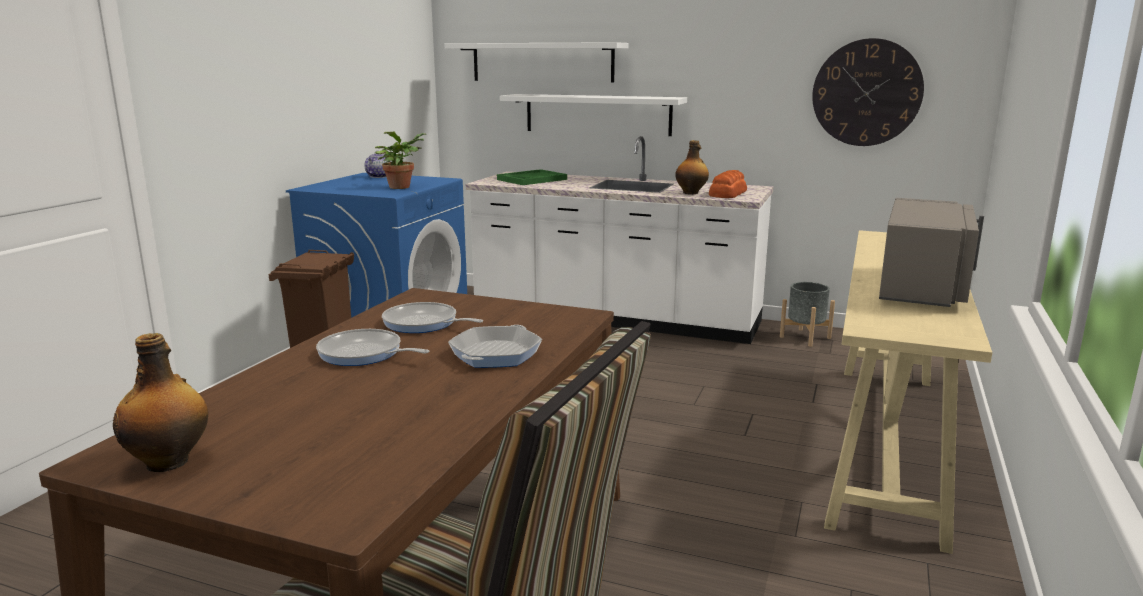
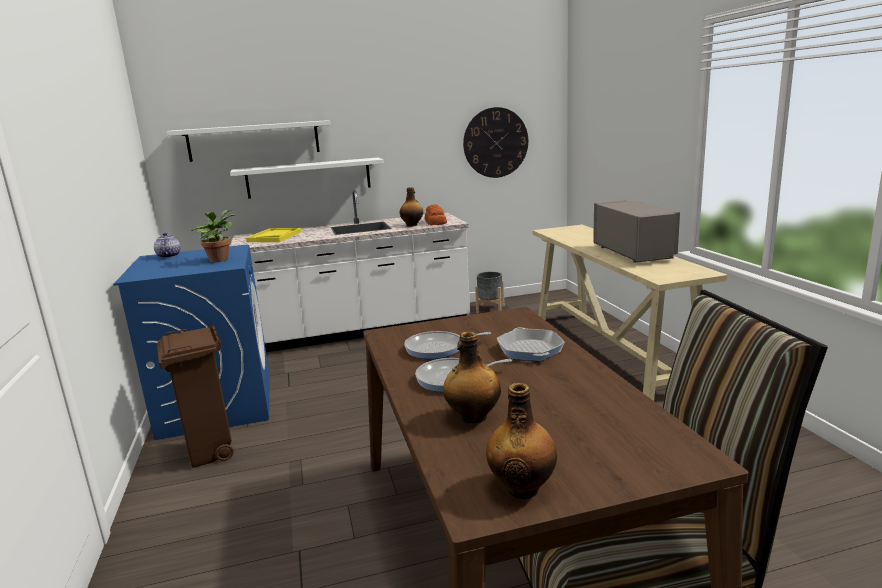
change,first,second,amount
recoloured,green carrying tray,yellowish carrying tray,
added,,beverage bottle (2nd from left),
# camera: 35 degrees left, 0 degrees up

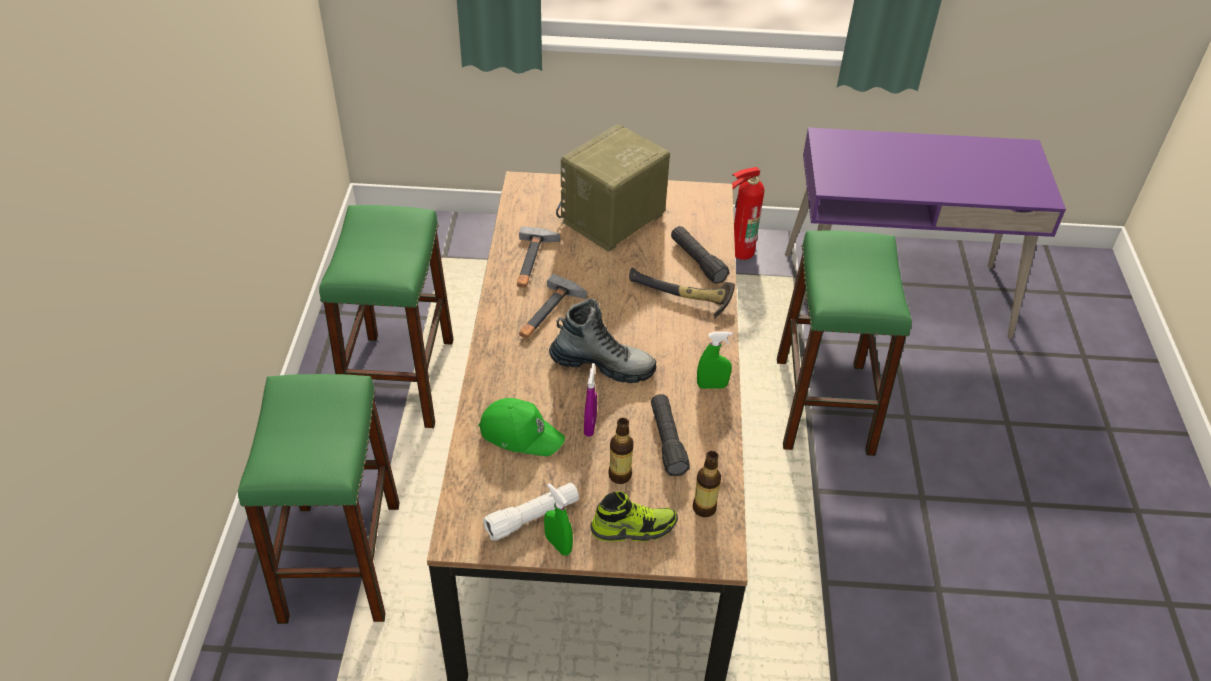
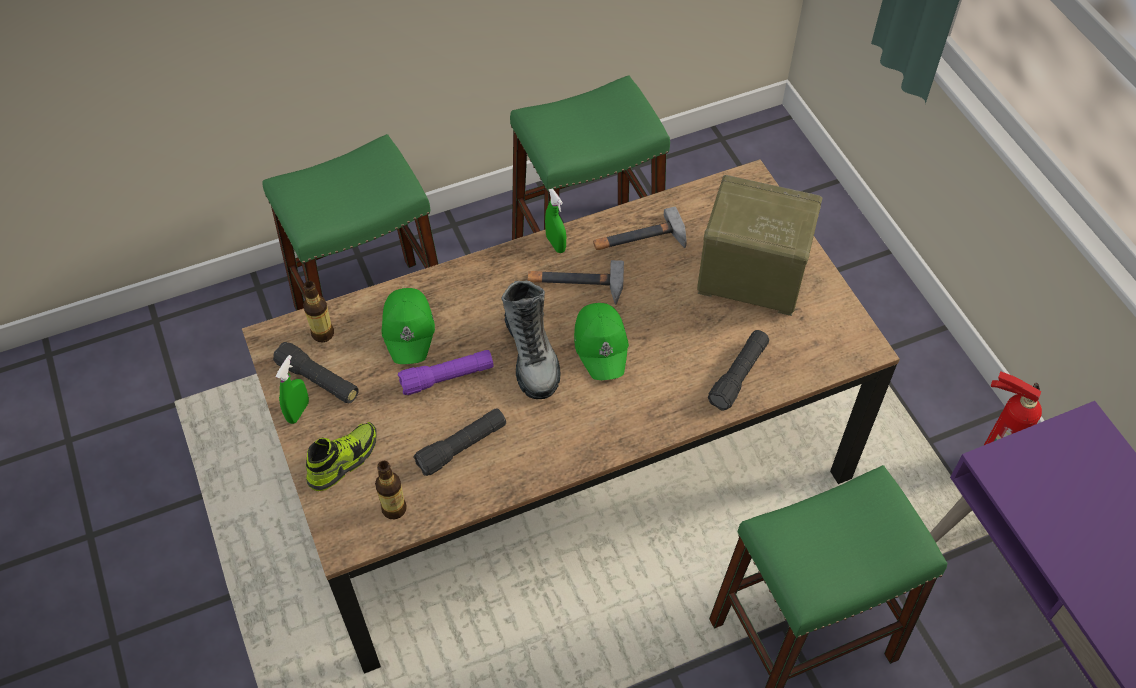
change,first,second,amount
recoloured,white-coloured flashlight,black flashlight (1st from left),
replaced,purplish spray bottle,purplish flashlight,
turned,low shoe,,105 degrees counterclockwise
moved,beverage bottle (1st from left),,
removed,hand hammer (3rd from left),,
moved,green spray bottle (2nd from left),,
added,,green peaked cap (2nd from left),
# camera: 65 degrees right, 10 degrees up

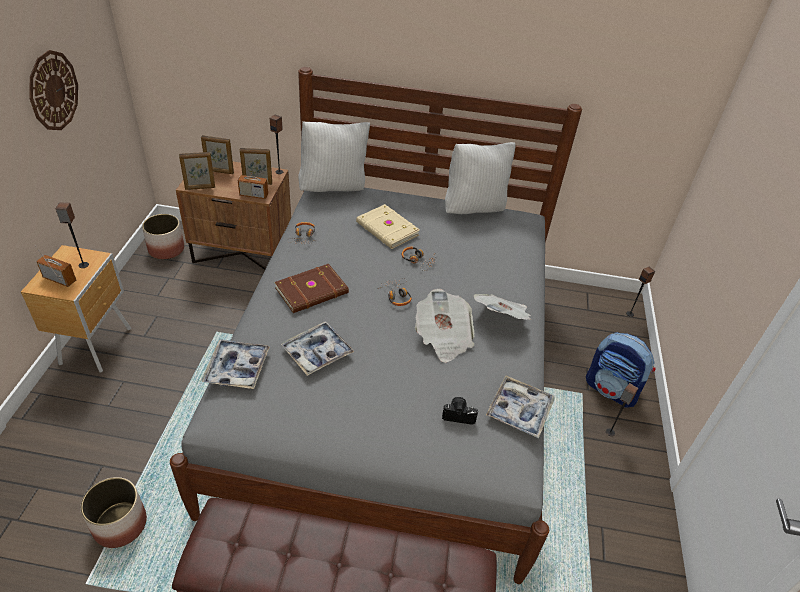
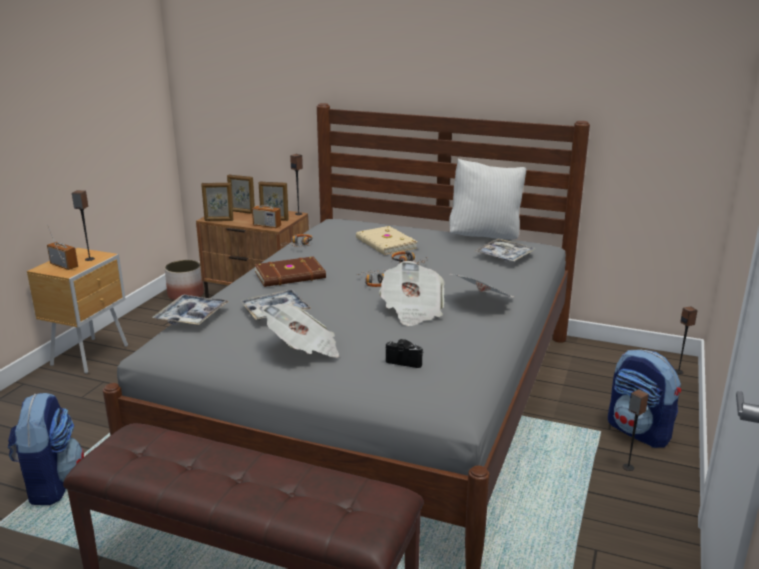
change,first,second,amount
removed,hanging clock,,
replaced,plant pot (1st from left),rucksack (1st from left),
removed,white-coloured pillow (1st from left),,
moved,carrying tray (3rd from left),,
added,,newspaper (1st from left),
# camera: 15 degrees right, 20 degrees down

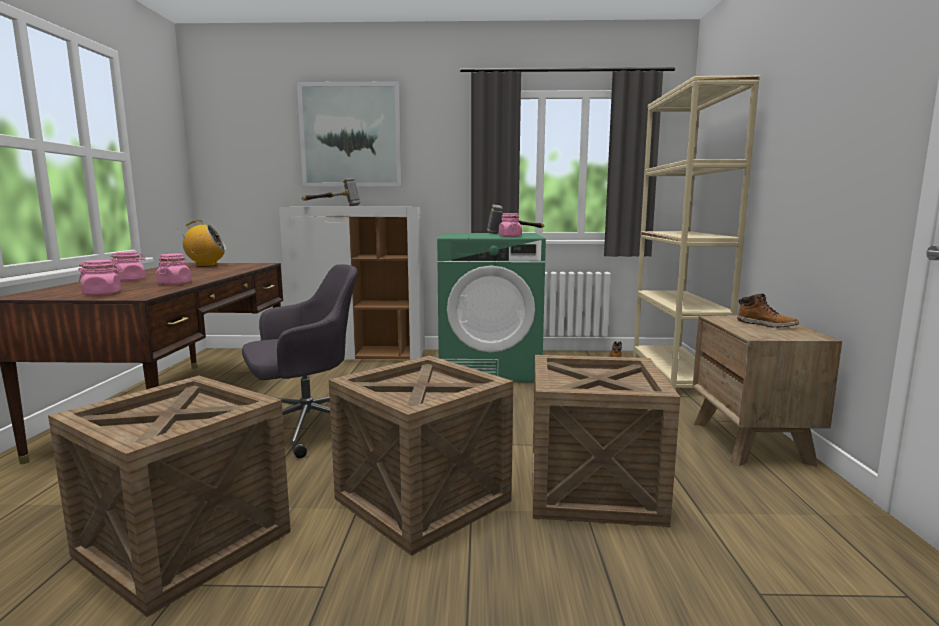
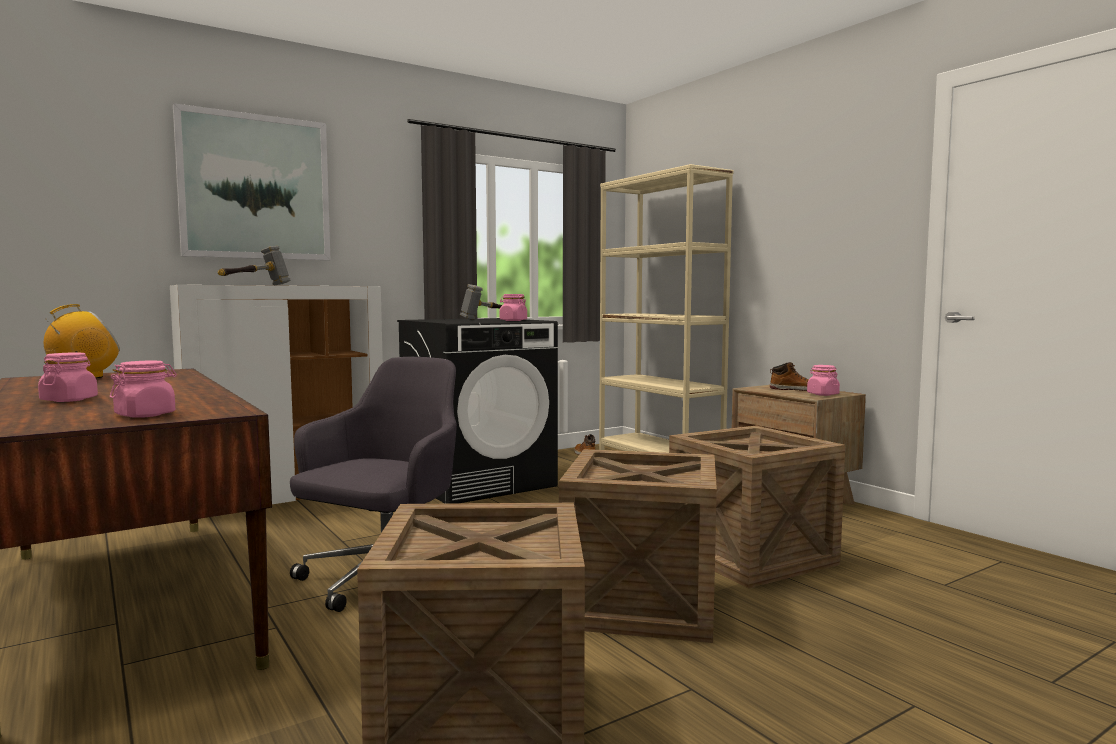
change,first,second,amount
moved,pink preserve jar (3rd from left in the first image),pink preserve jar (4th from left),
recoloured,green laundry machine,black laundry machine,
# camera: 35 degrees left, 5 degrees down

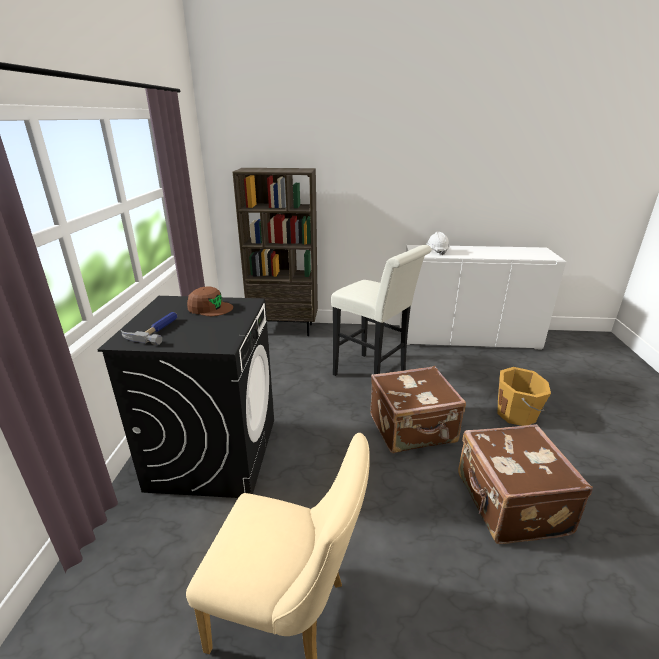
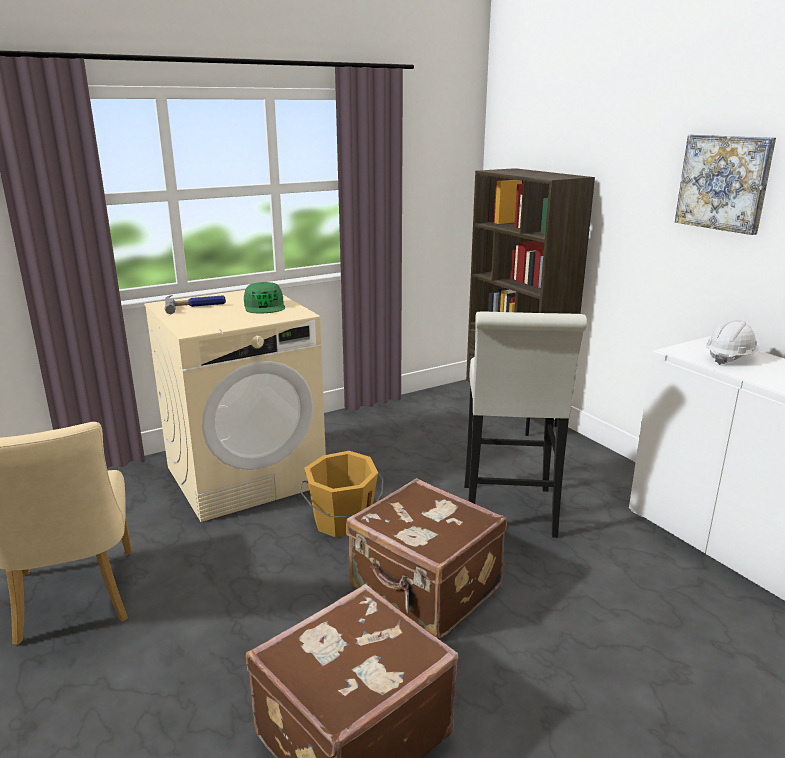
change,first,second,amount
recoloured,black laundry machine,beige-coloured laundry machine,
recoloured,brownish peaked cap,green peaked cap,
moved,orangey bucket,,
added,,picture,
# camera: 55 degrees right, 5 degrees down

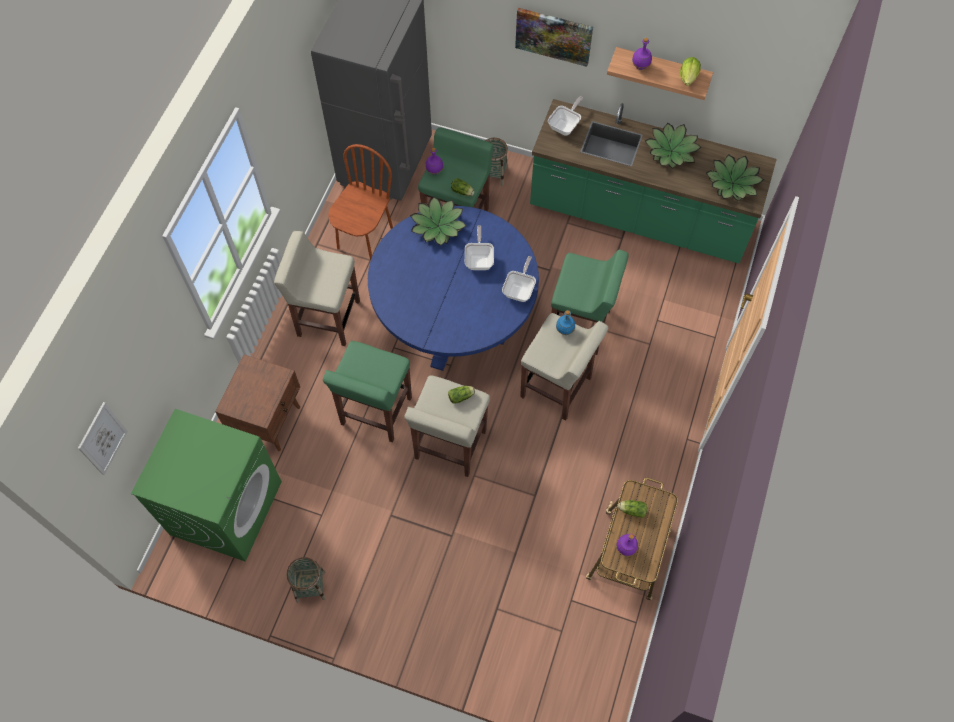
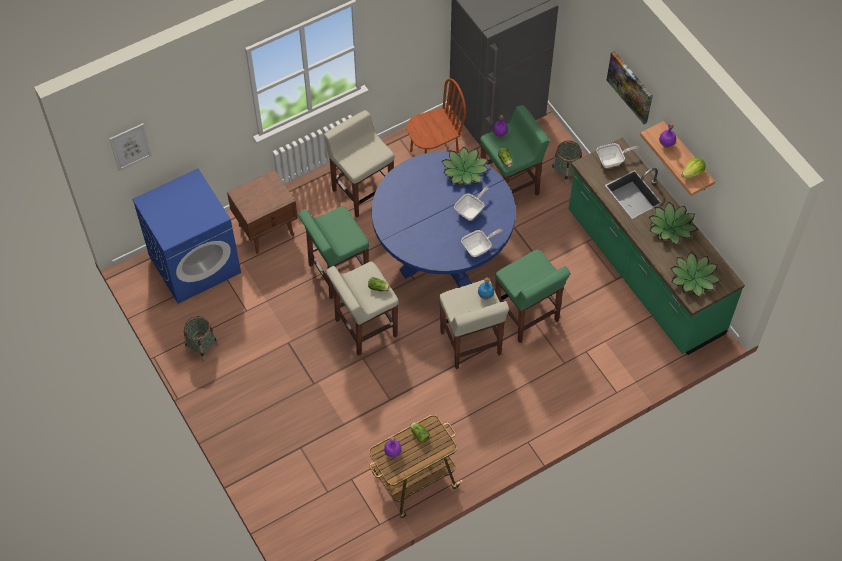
change,first,second,amount
recoloured,green laundry machine,blue-coloured laundry machine,
# camera: 40 degrees right, 5 degrees down

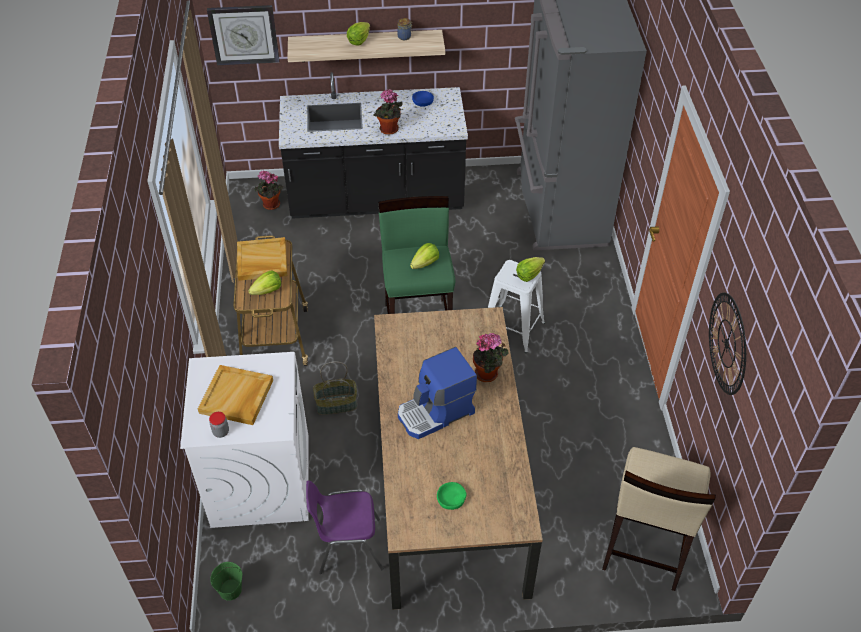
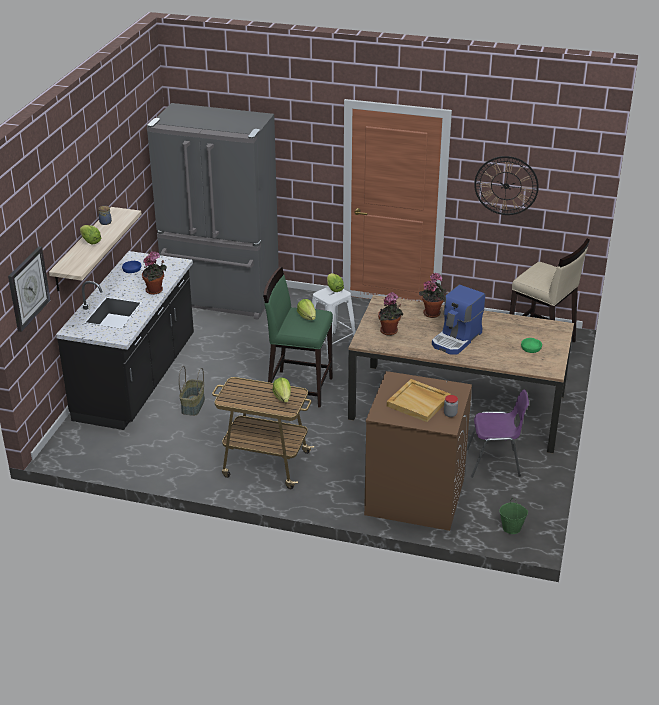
change,first,second,amount
recoloured,white-coloured laundry machine,brownish laundry machine,
removed,beige-coloured carrying tray (2nd from left),,
moved,potted plant (1st from left in the first image),potted plant (2nd from left),
turned,purplish plain chair,,105 degrees counterclockwise
moved,basket,,
turned,coffee maker,,45 degrees clockwise
# camera: 70 degrees left, 15 degrees down

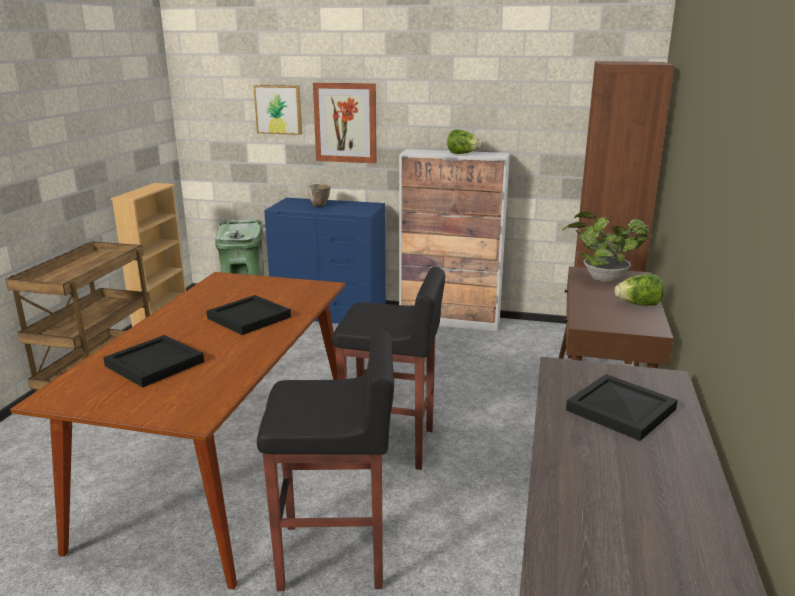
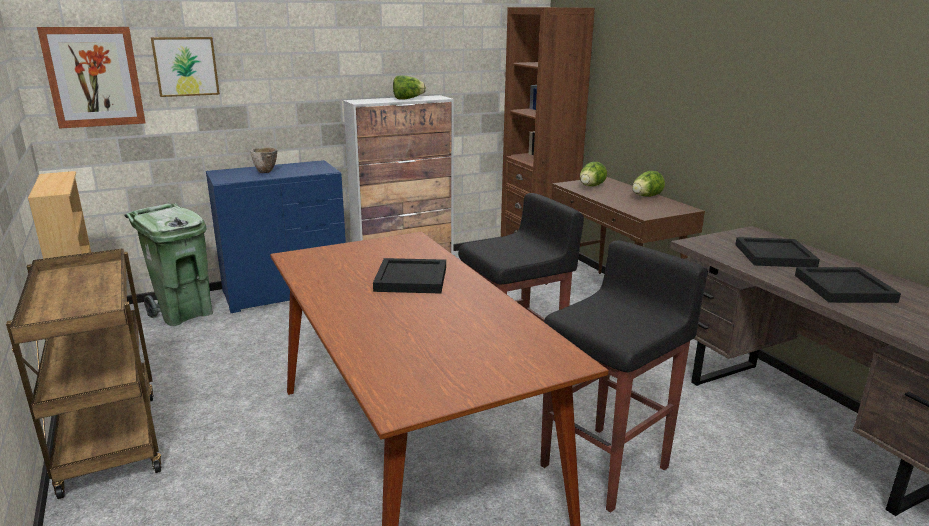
change,first,second,amount
moved,black carrying tray (1st from left in the first image),black carrying tray (3rd from left),
moved,picture (2nd from left in the first image),picture (1st from left),
replaced,potted plant,head of lettuce (2nd from left),
# camera: 40 degrees left, 0 degrees up

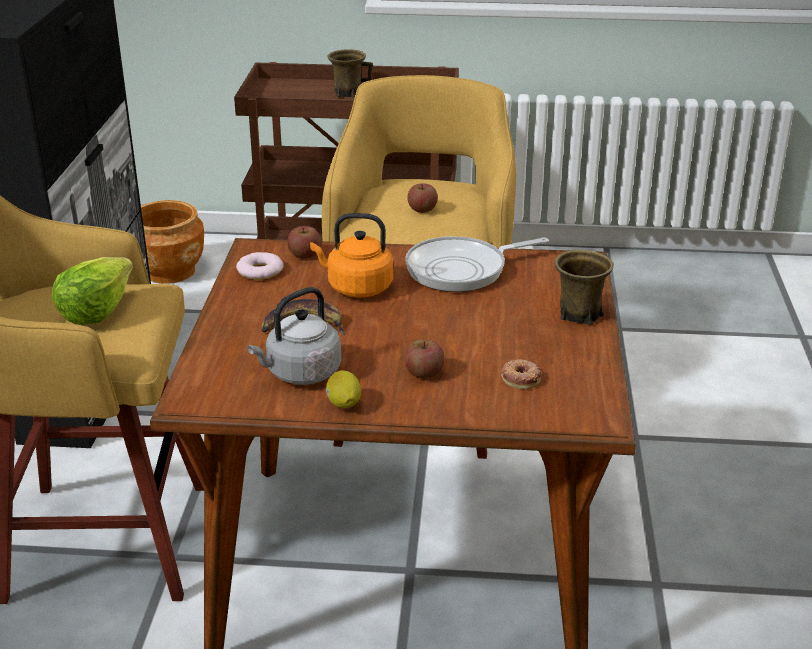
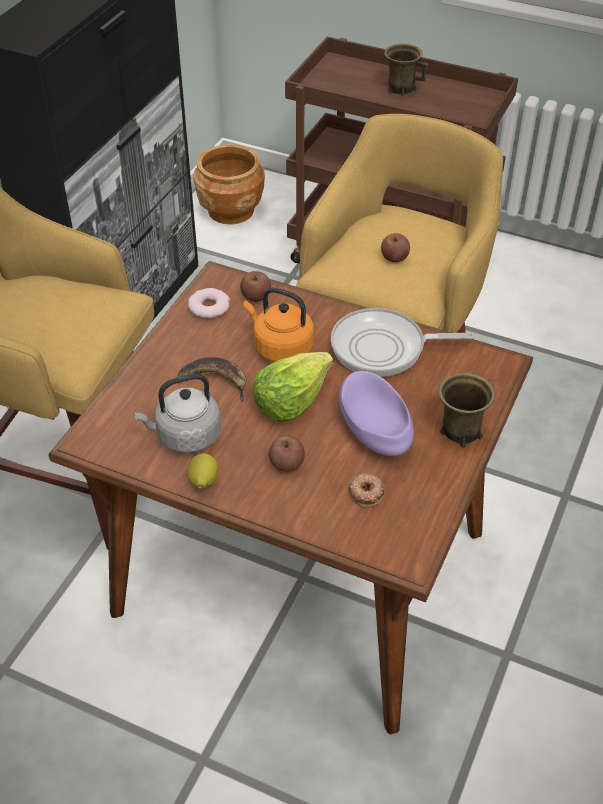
change,first,second,amount
moved,head of lettuce,,
added,,purplish deep dish,
# camera: 20 degrees right, 15 degrees up

